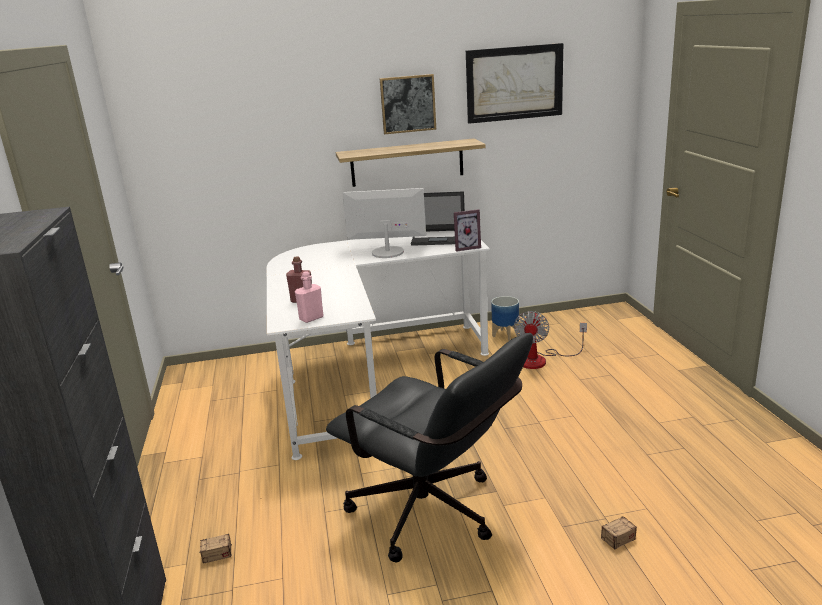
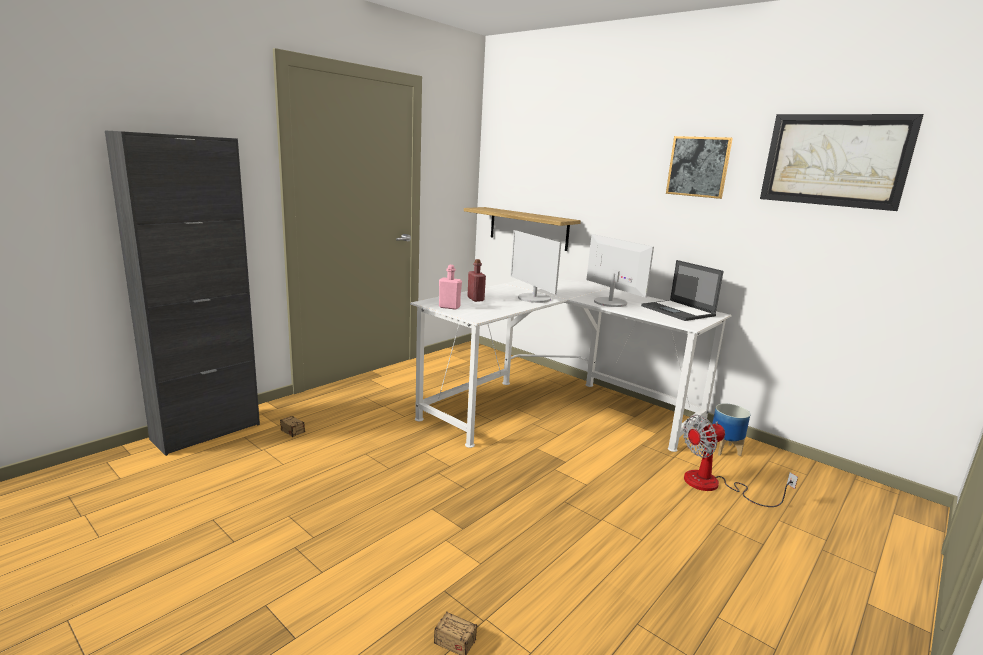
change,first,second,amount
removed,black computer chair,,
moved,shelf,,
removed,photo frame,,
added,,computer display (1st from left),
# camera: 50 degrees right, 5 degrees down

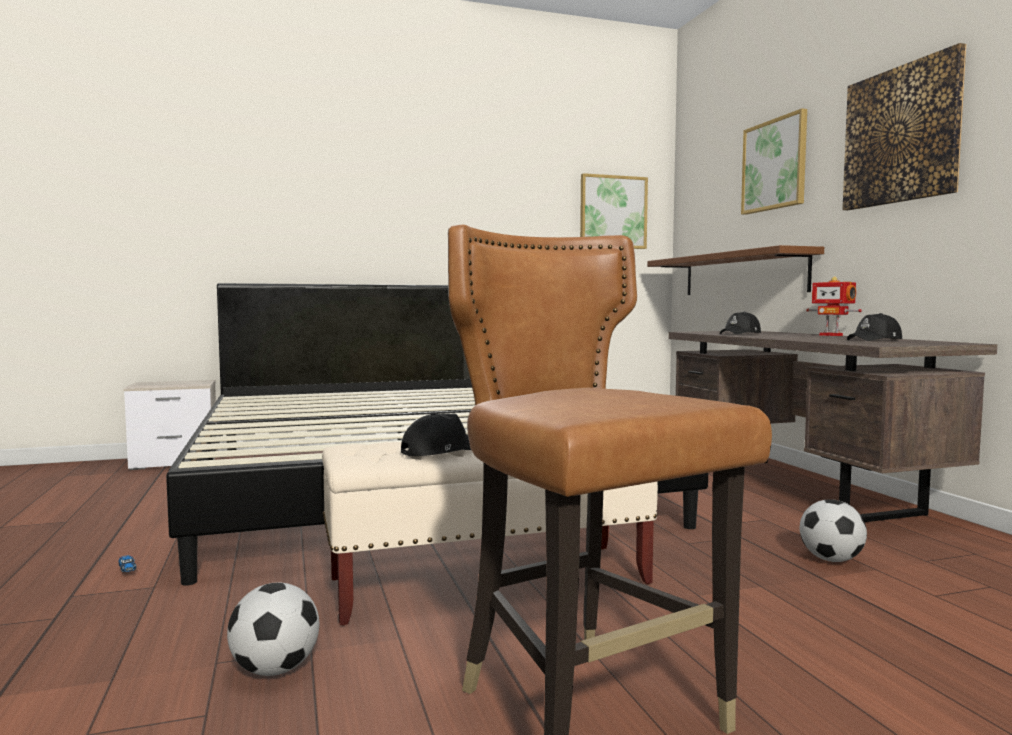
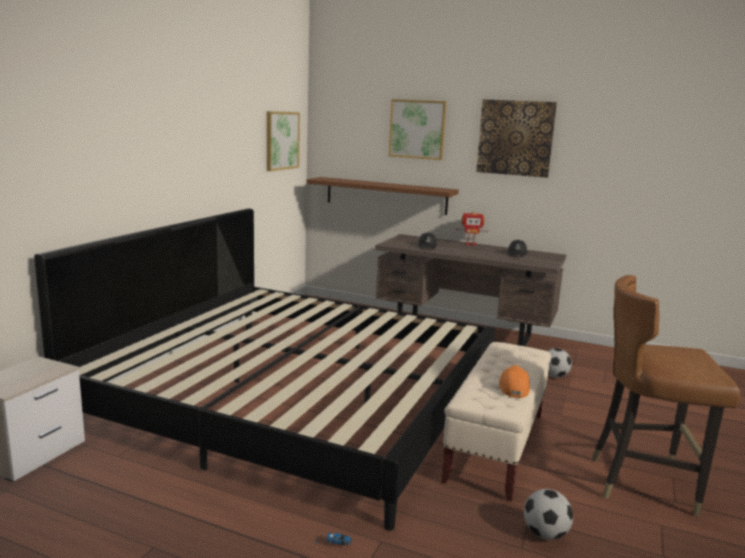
change,first,second,amount
recoloured,black peaked cap (1st from left),orangey peaked cap,
# camera: 50 degrees left, 10 degrees up

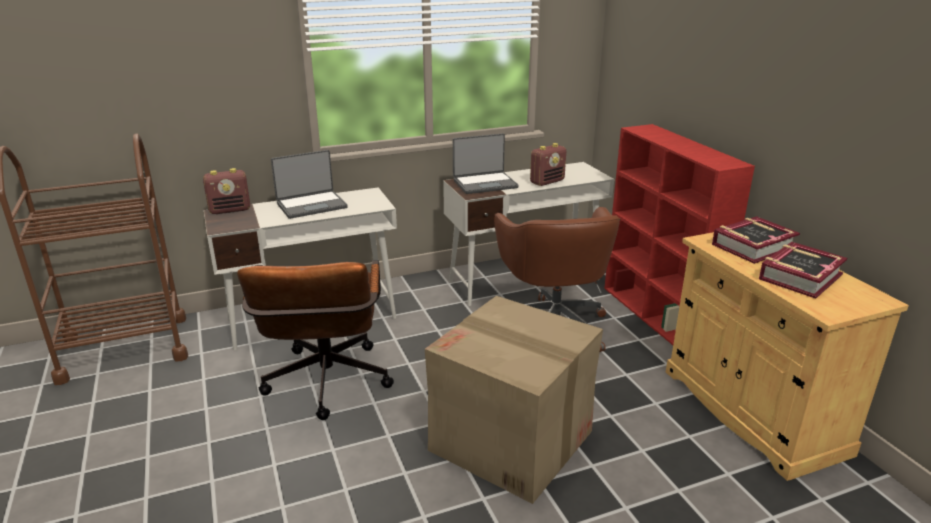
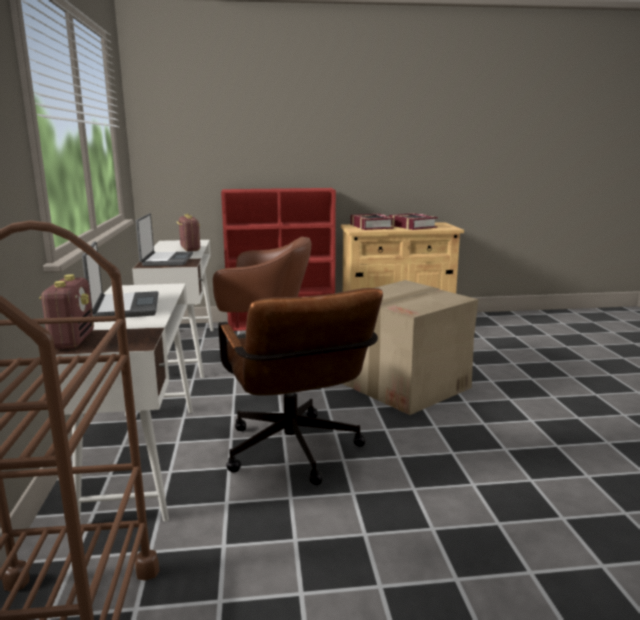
change,first,second,amount
turned,brownish computer chair (1st from left in the first image),brownish computer chair (2nd from left),60 degrees clockwise
# camera: 75 degrees left, 10 degrees down

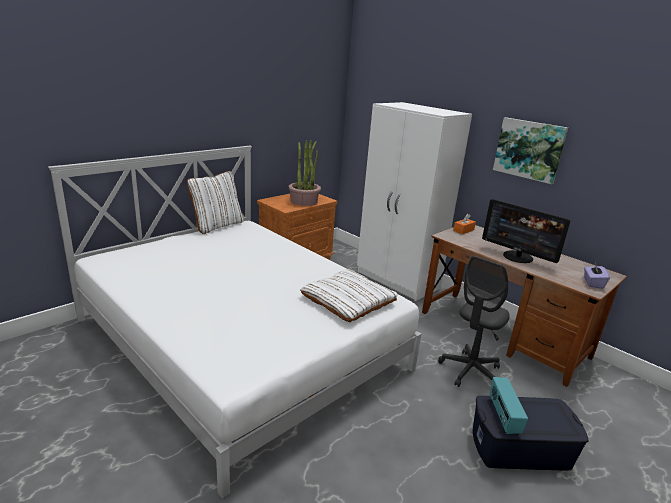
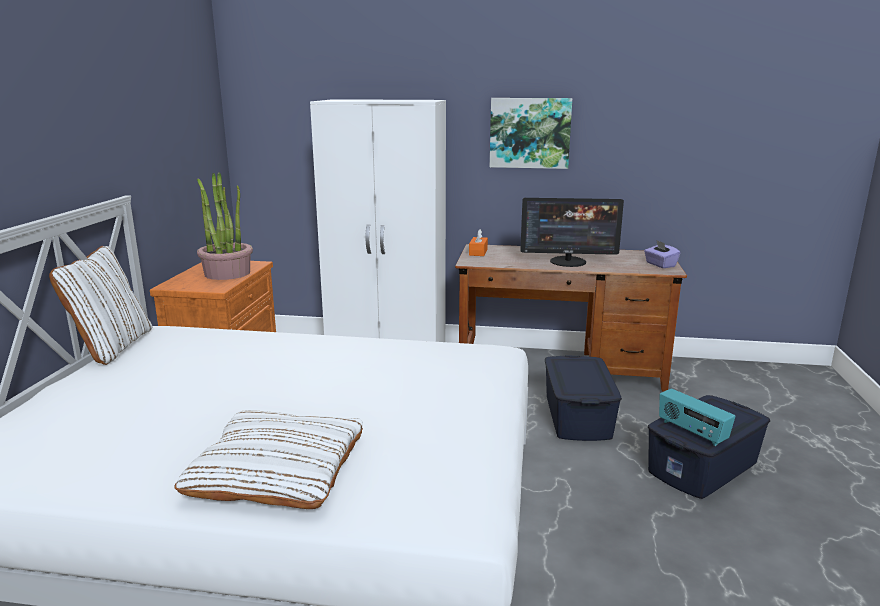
change,first,second,amount
moved,white-coloured pillow (2nd from left),,
replaced,gray computer chair,blue-coloured storage container (1st from left),
# camera: 35 degrees left, 5 degrees down

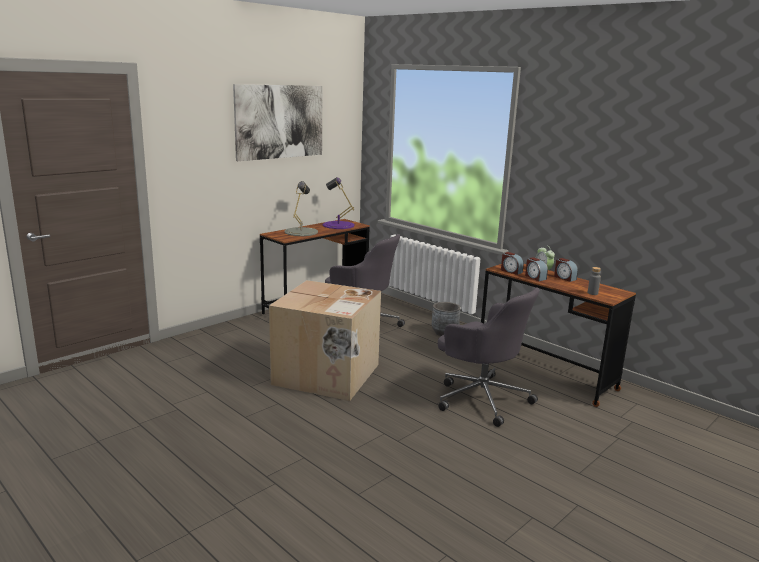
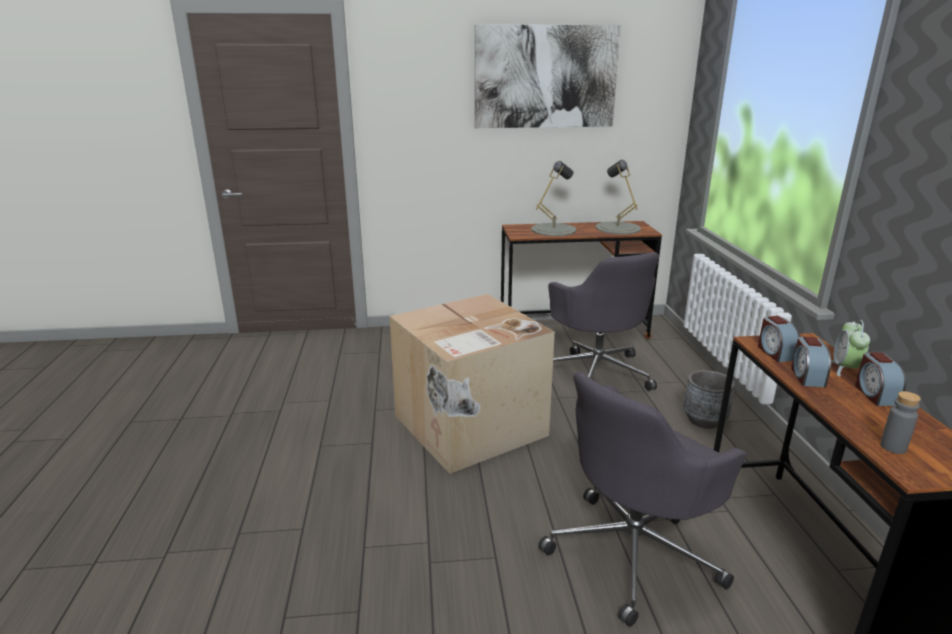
change,first,second,amount
recoloured,purplish lamp for a table,gray lamp for a table (2nd from left),
turned,gray computer chair (2nd from left),,60 degrees clockwise
# camera: 40 degrees right, 5 degrees up

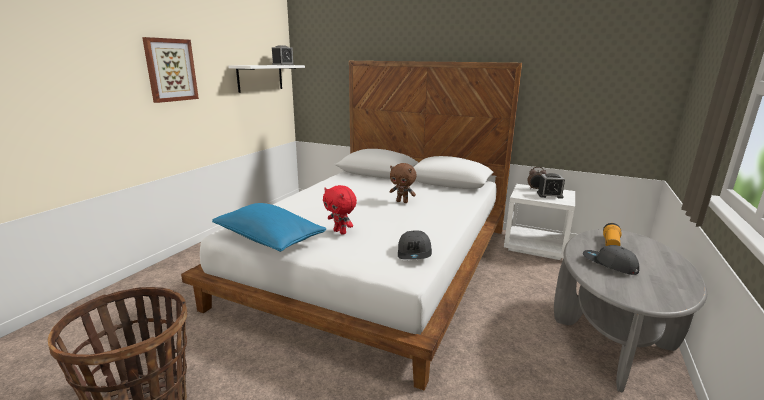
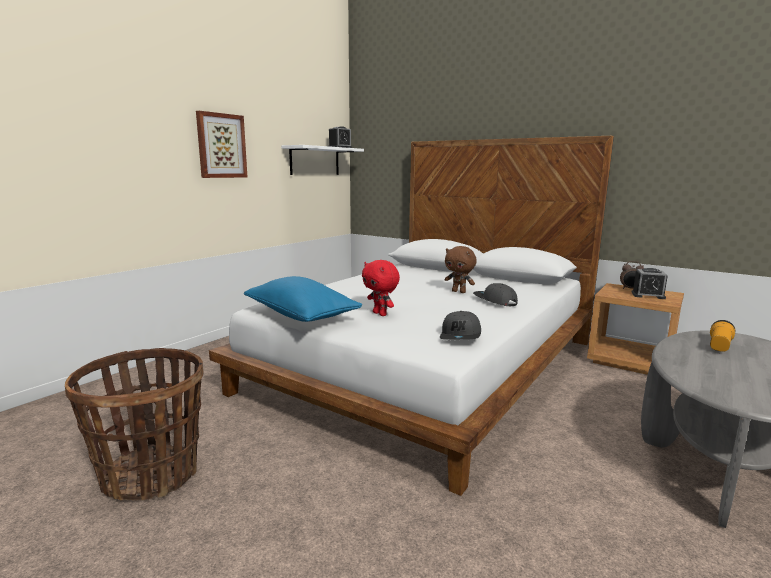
change,first,second,amount
recoloured,white-coloured bedside table,brownish bedside table,
moved,gray peaked cap (2nd from left),,
# camera: 10 degrees right, 5 degrees down

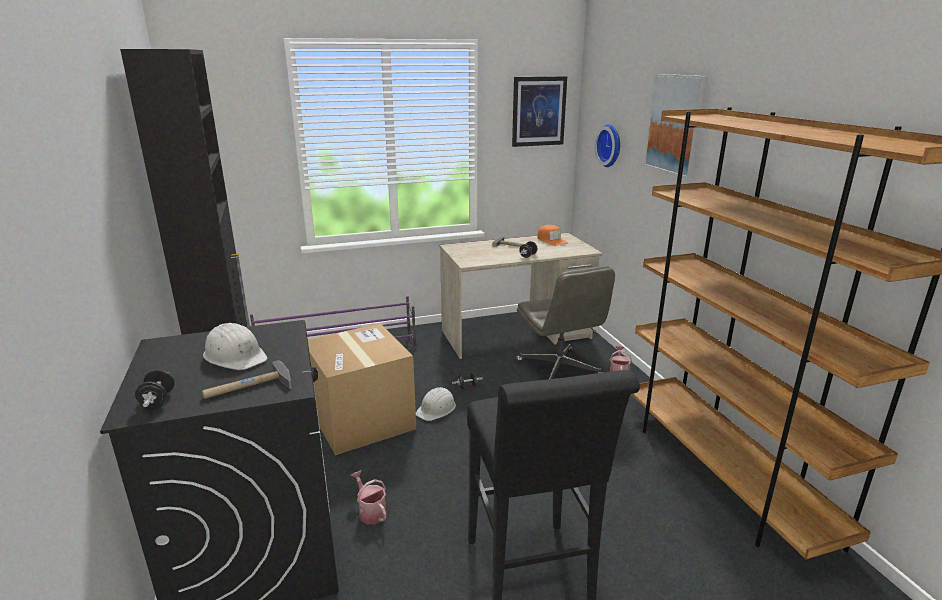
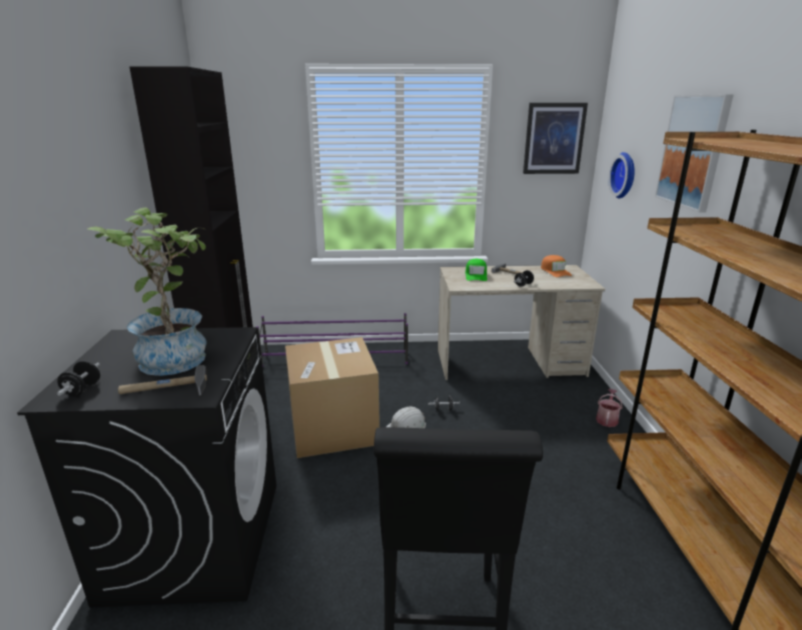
change,first,second,amount
replaced,white-coloured safety helmet (1st from left),potted plant,
removed,watering can (1st from left),,
removed,gray computer chair,,
added,,green peaked cap,
# camera: 15 degrees right, 0 degrees up

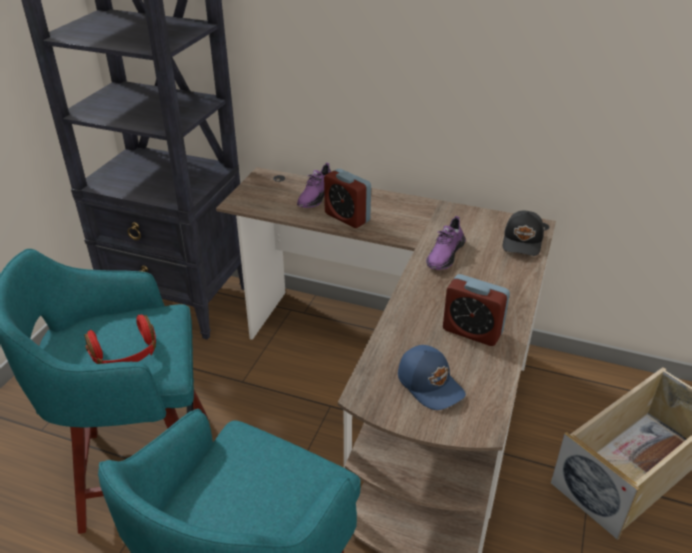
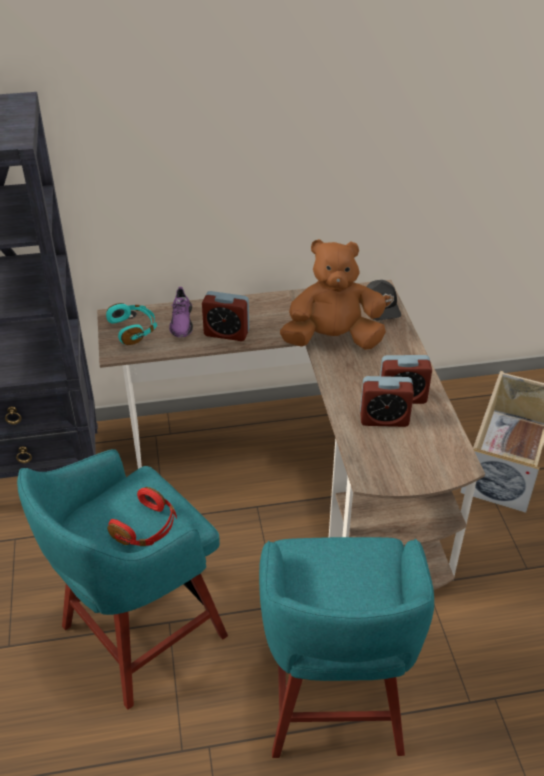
change,first,second,amount
removed,blue-coloured peaked cap,,
replaced,purplish low shoe (2nd from left),brownish plush toy,
added,,turquoise-coloured headset,
added,,alarm clock (2nd from left),
# camera: 30 degrees left, 5 degrees up

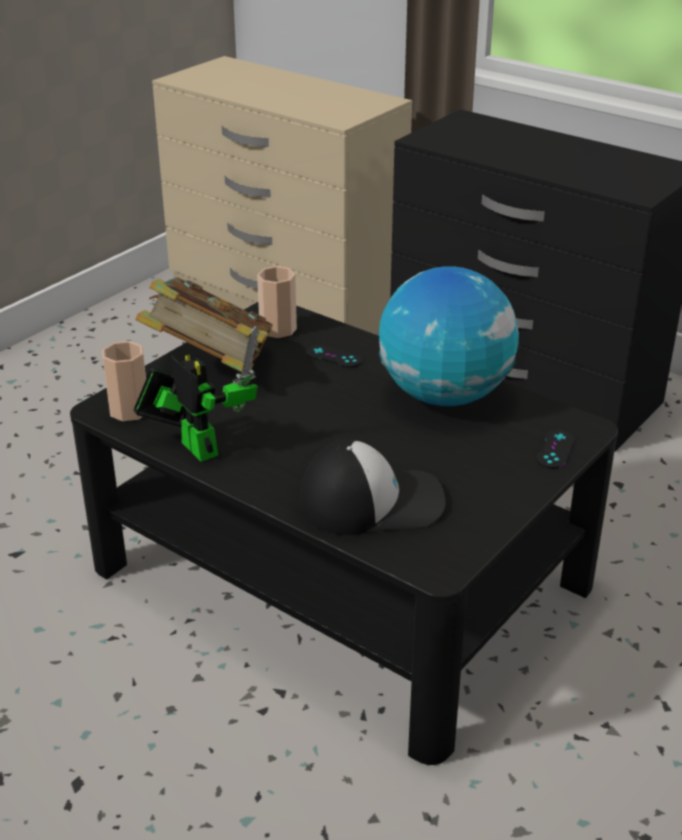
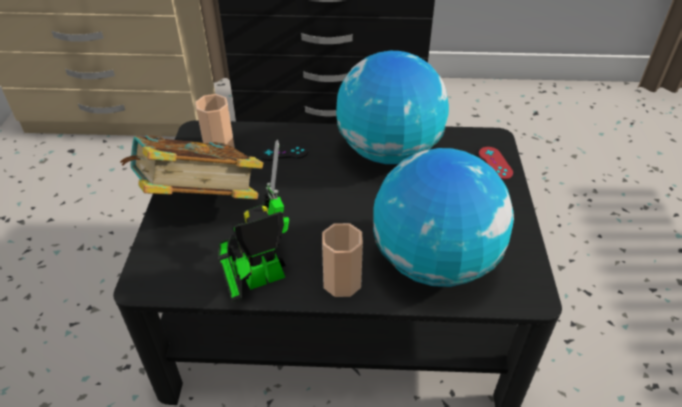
change,first,second,amount
moved,cup (1st from left in the first image),cup (2nd from left),
turned,model robot,,45 degrees counterclockwise
replaced,peaked cap,desk globe (2nd from left),
recoloured,black joypad (2nd from left),red joypad,
# camera: 35 degrees left, 10 degrees up

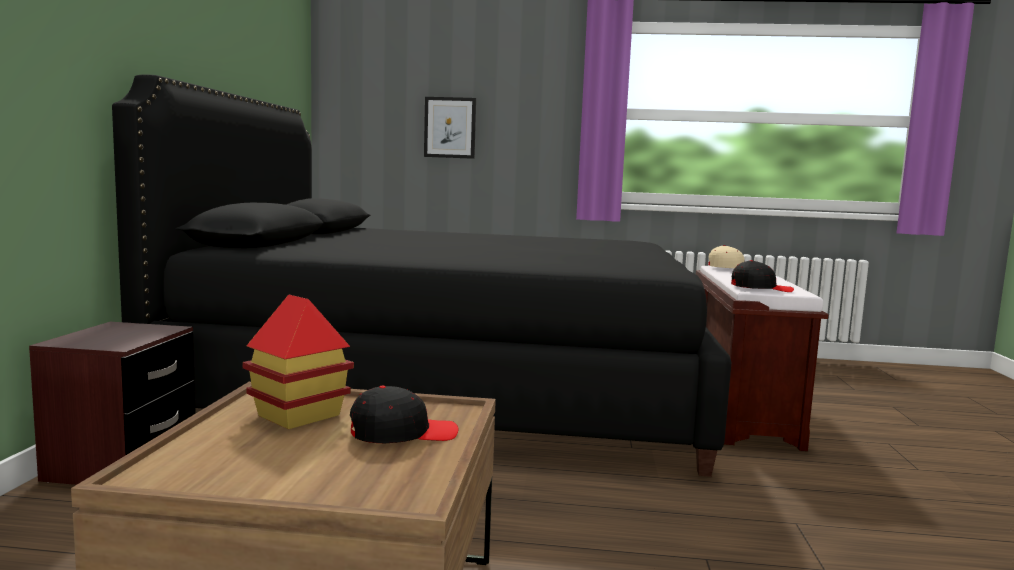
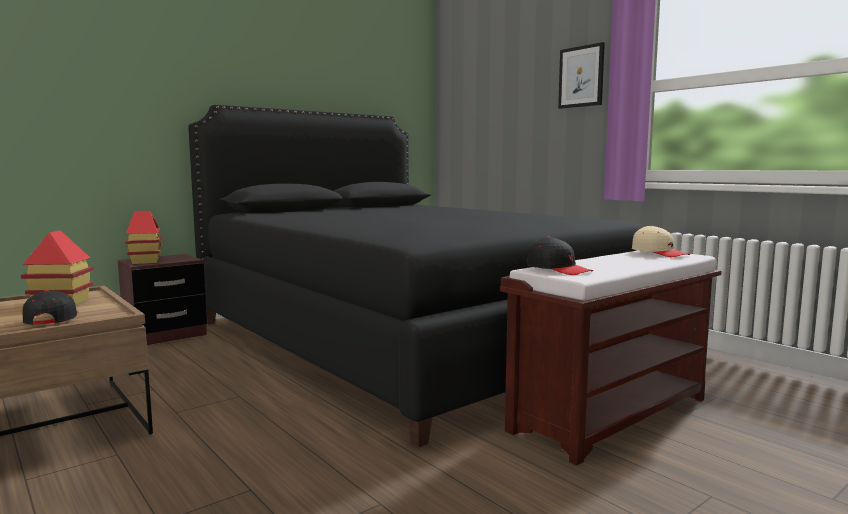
change,first,second,amount
turned,black peaked cap (1st from left),,135 degrees counterclockwise
moved,picture,,
added,,miniature house (2nd from left),
# camera: 45 degrees right, 0 degrees up

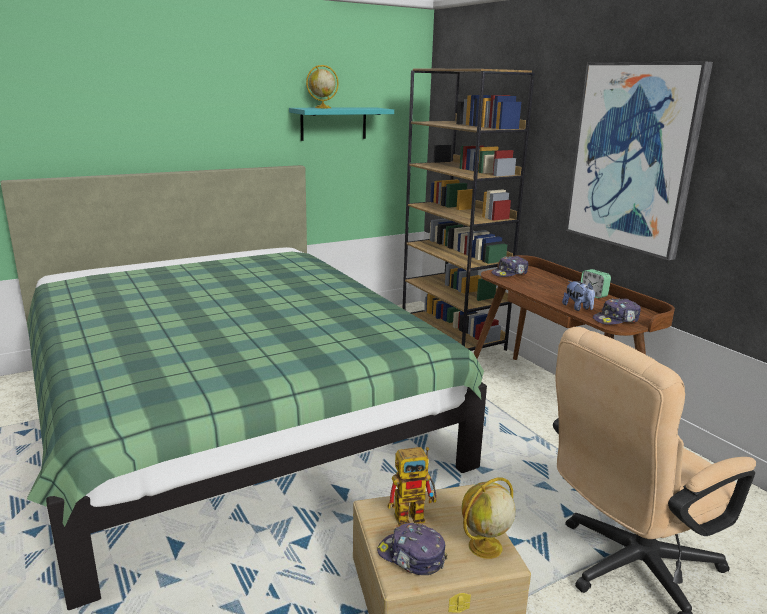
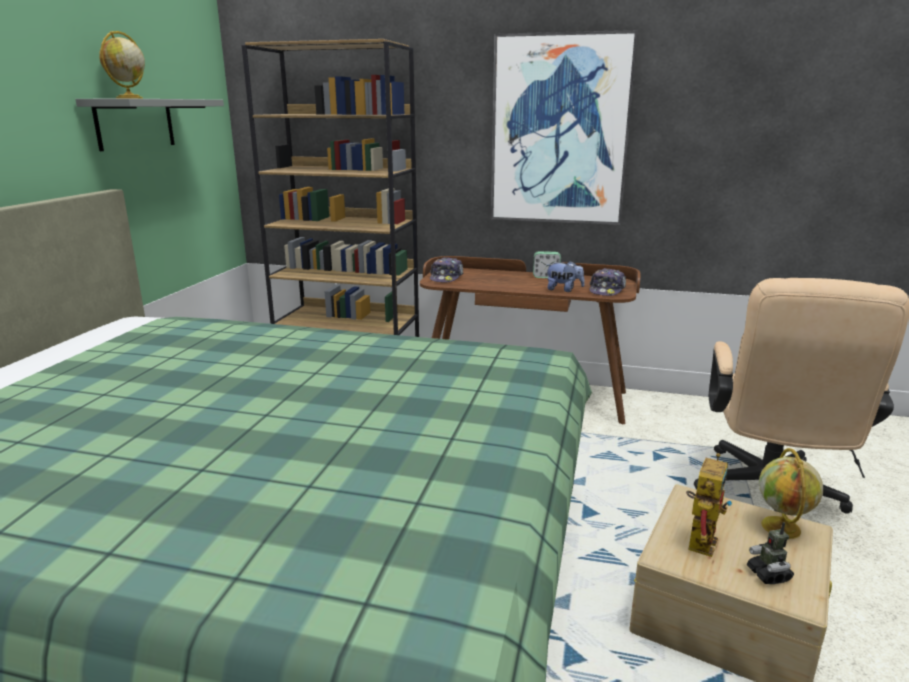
change,first,second,amount
recoloured,turquoise-coloured shelf,gray shelf,
replaced,peaked cap (1st from left),model robot (2nd from left),
# camera: 45 degrees left, 0 degrees up

